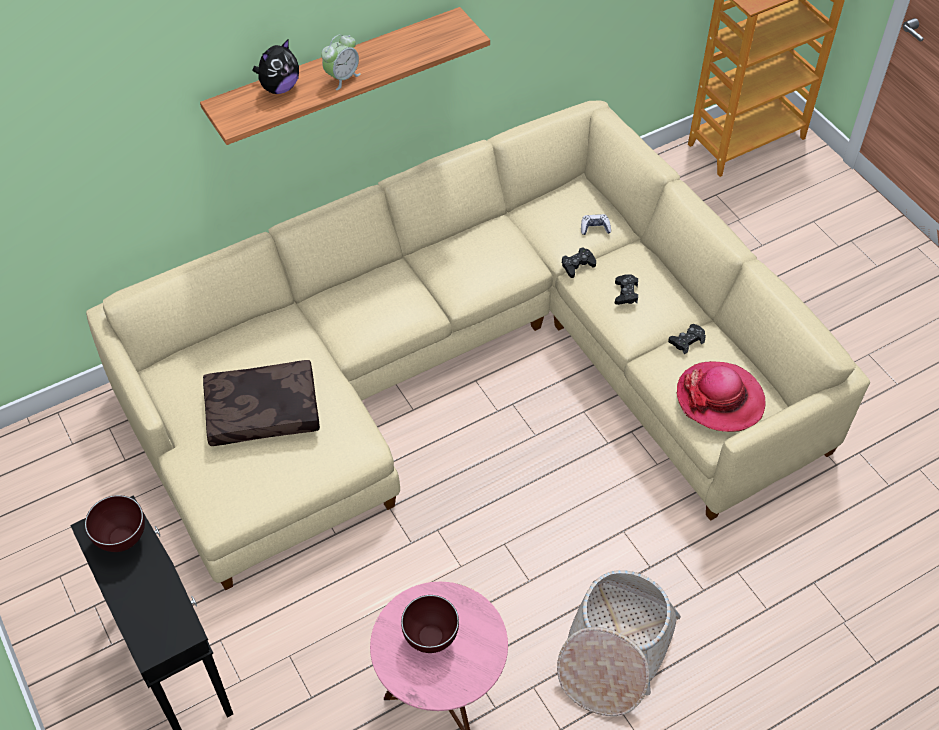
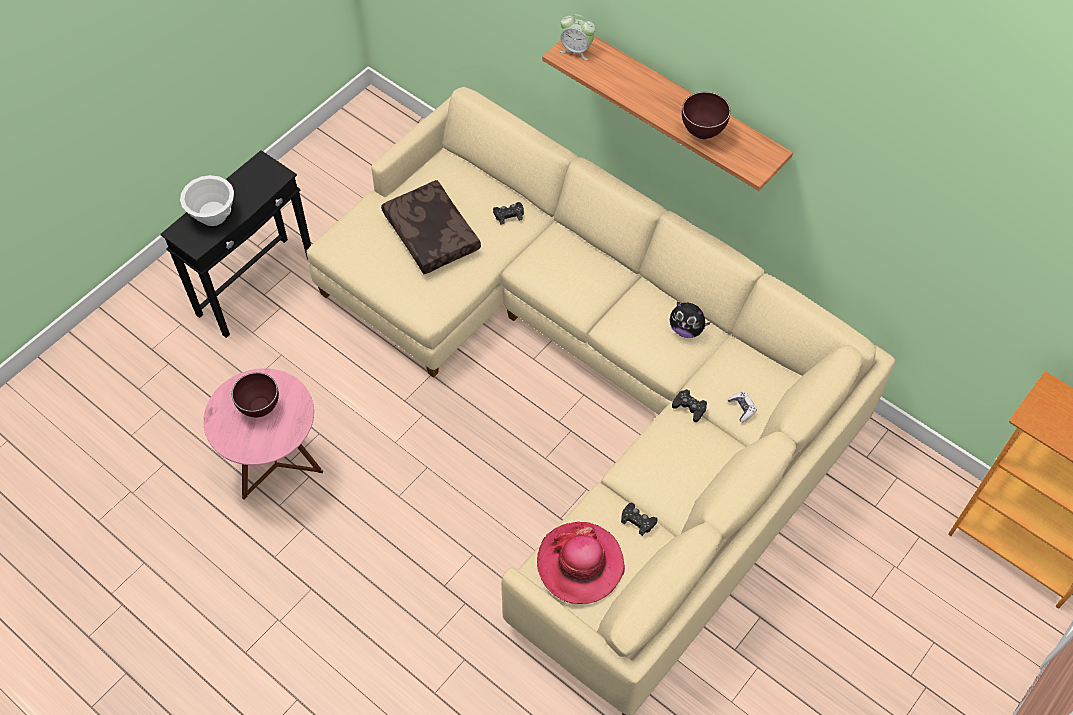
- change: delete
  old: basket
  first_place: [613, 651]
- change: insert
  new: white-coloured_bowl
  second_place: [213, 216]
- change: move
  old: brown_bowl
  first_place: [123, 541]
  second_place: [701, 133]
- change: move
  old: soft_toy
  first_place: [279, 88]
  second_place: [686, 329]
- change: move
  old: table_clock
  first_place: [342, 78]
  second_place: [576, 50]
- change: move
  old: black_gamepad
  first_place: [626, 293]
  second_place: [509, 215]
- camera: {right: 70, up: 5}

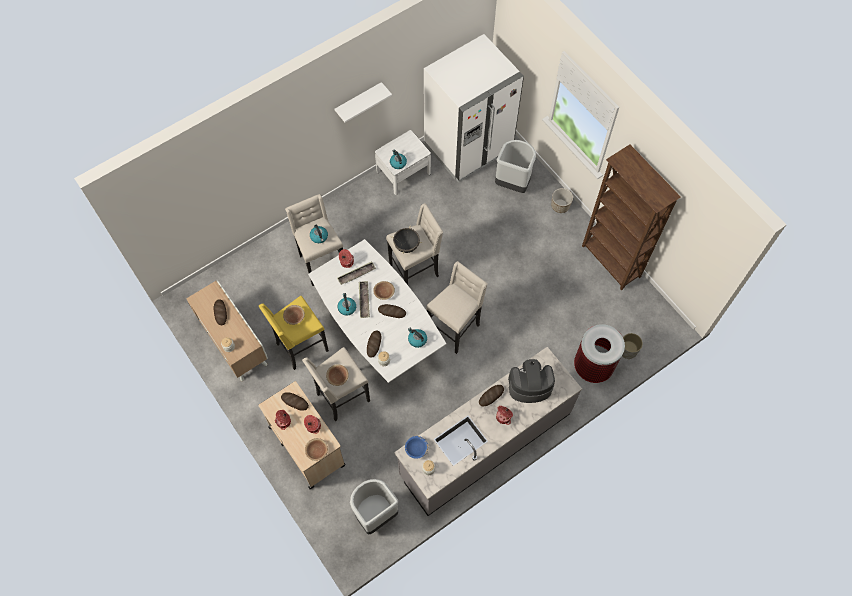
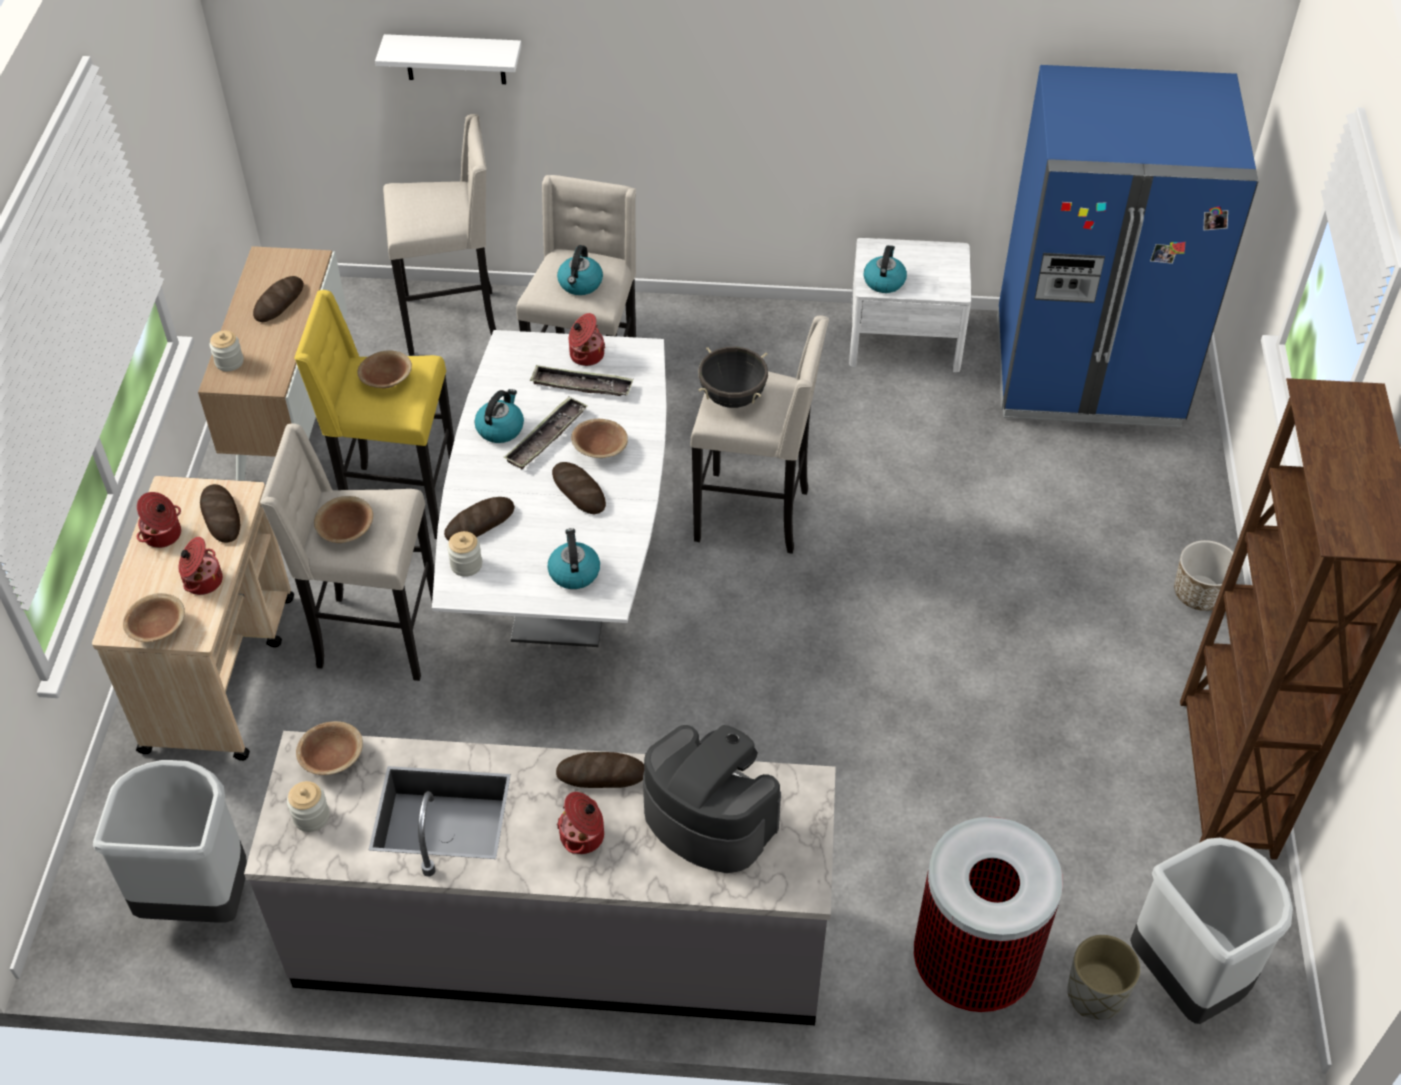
- change: move
  old: white-coloured_bracket_shelf
  first_place: [358, 101]
  second_place: [455, 59]
- change: move
  old: beige-coloured_stool
  first_place: [455, 328]
  second_place: [453, 321]
- change: move
  old: gray_rubbish_bin
  first_place: [513, 183]
  second_place: [1188, 978]
- change: recolor
  old: blue-coloured_bowl
  new: brown_bowl
  first_place: [416, 449]
  second_place: [332, 758]
- change: recolor
  old: white-coloured_fridge
  new: blue-coloured_fridge
  first_place: [468, 147]
  second_place: [1087, 373]
- camera: {right: 40, up: -15}

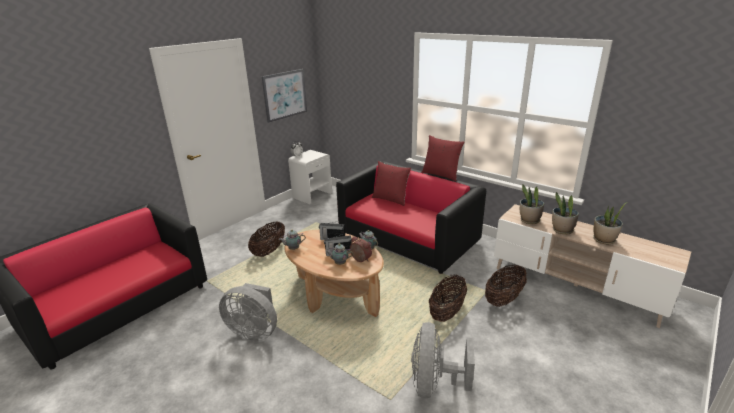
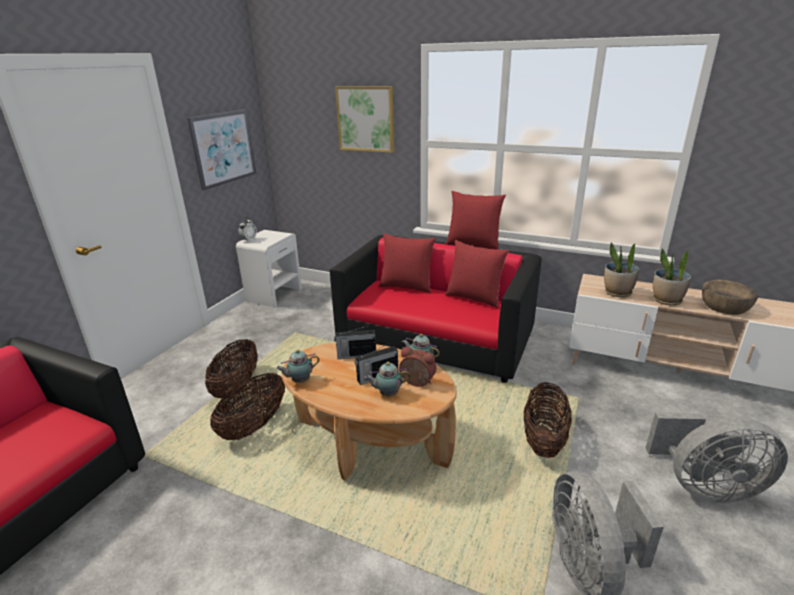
- change: insert
  new: wall_art
  second_place: [365, 119]
- change: insert
  new: red-coloured_pillow
  second_place: [474, 298]
- change: move
  old: gray_electric_fan
  first_place: [254, 331]
  second_place: [704, 487]
- change: move
  old: basket
  first_place: [503, 299]
  second_place: [254, 426]
- change: replace
  old: houseplant
  new: brown_bowl
  first_place: [604, 240]
  second_place: [724, 307]
- camera: {right: -15, up: 0}

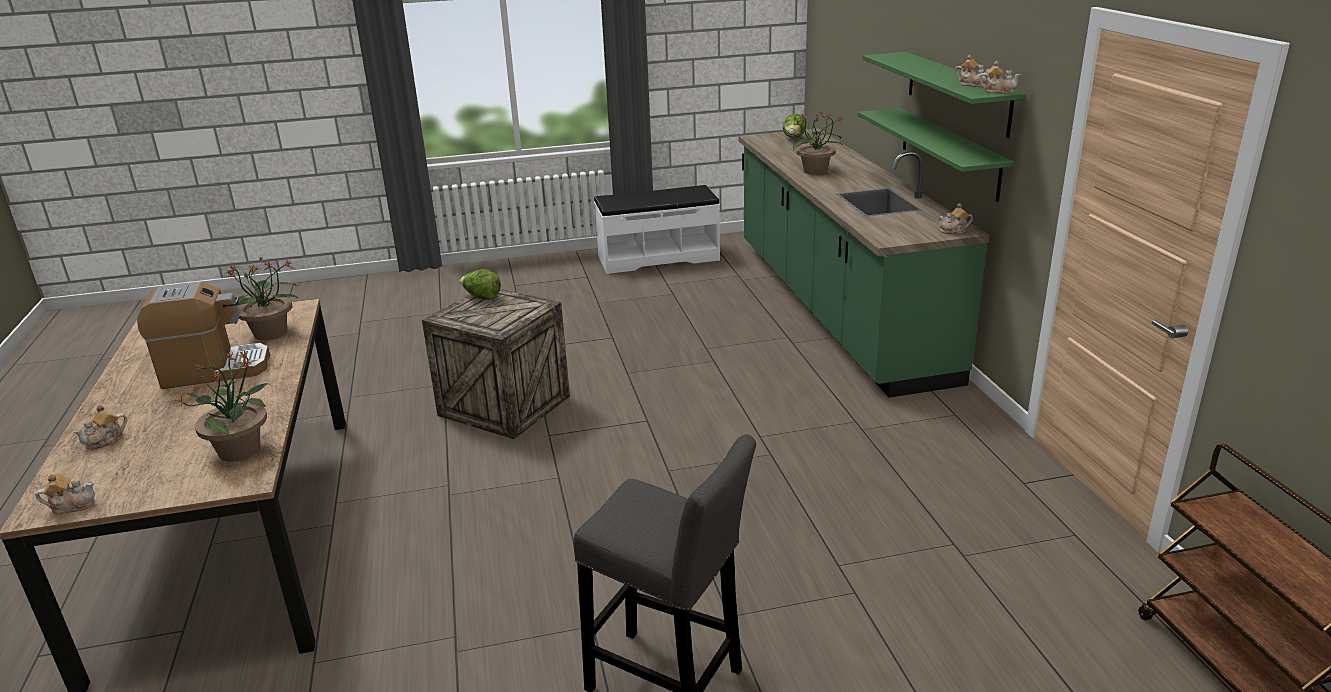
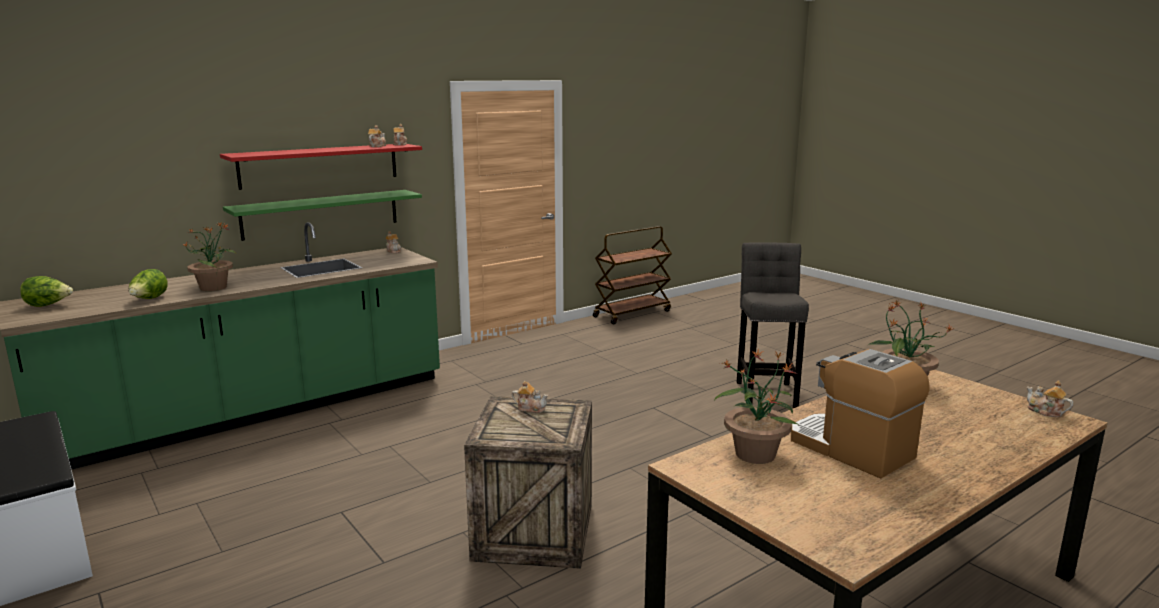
- change: move
  old: teapot
  first_place: [106, 441]
  second_place: [530, 408]
- change: move
  old: head_of_lettuce
  first_place: [481, 297]
  second_place: [149, 299]
- change: recolor
  old: greenish_bracket_shelf
  new: red-coloured_bracket_shelf
  first_place: [957, 92]
  second_place: [320, 165]
- camera: {right: -115, up: -10}

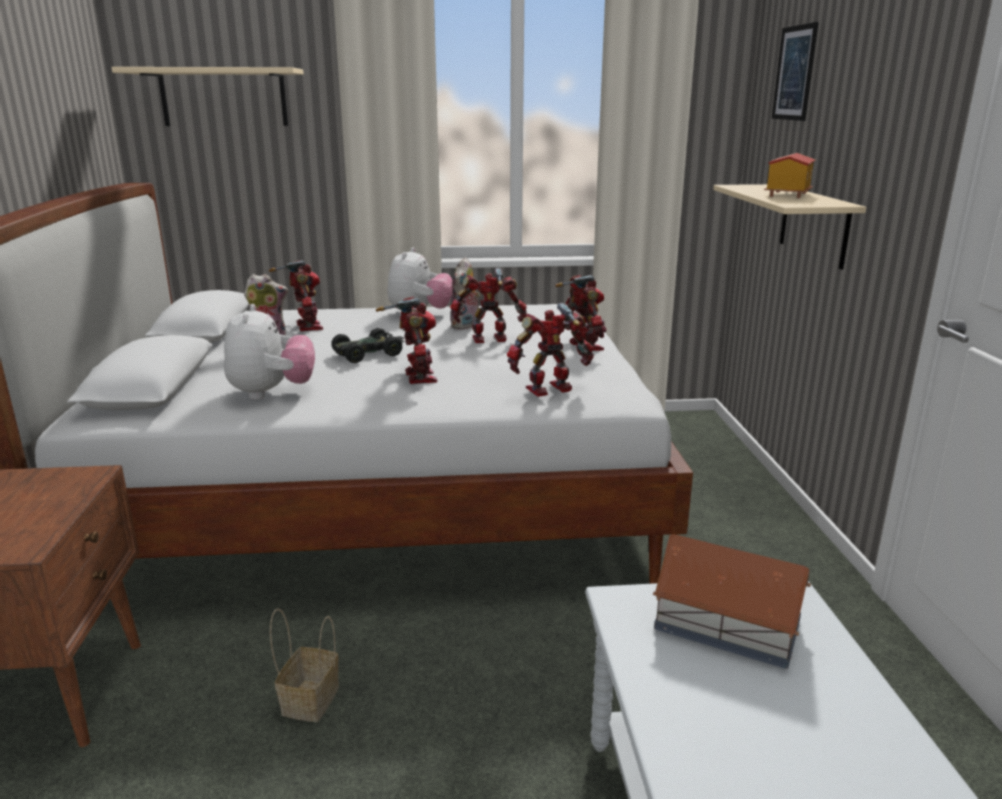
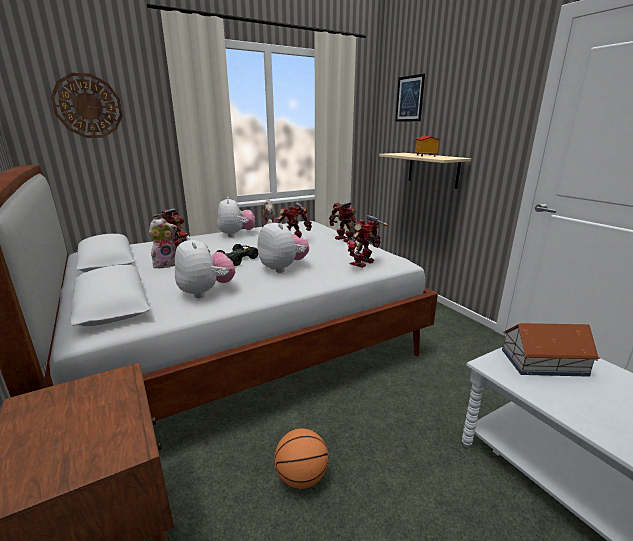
- change: replace
  old: beige-coloured_bracket_shelf
  new: wall_clock
  first_place: [224, 97]
  second_place: [88, 106]
- change: replace
  old: basket
  new: basketball_ball
  first_place: [310, 698]
  second_place: [301, 477]
- change: replace
  old: toy_robot
  new: soft_toy
  first_place: [417, 377]
  second_place: [283, 268]
- camera: {right: -25, up: 0}

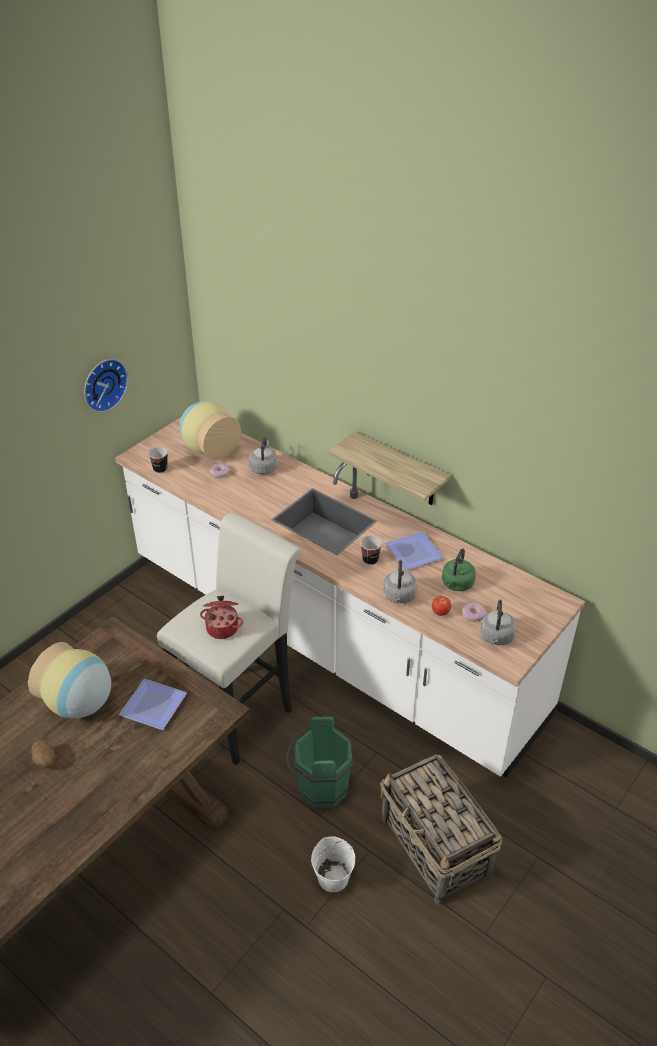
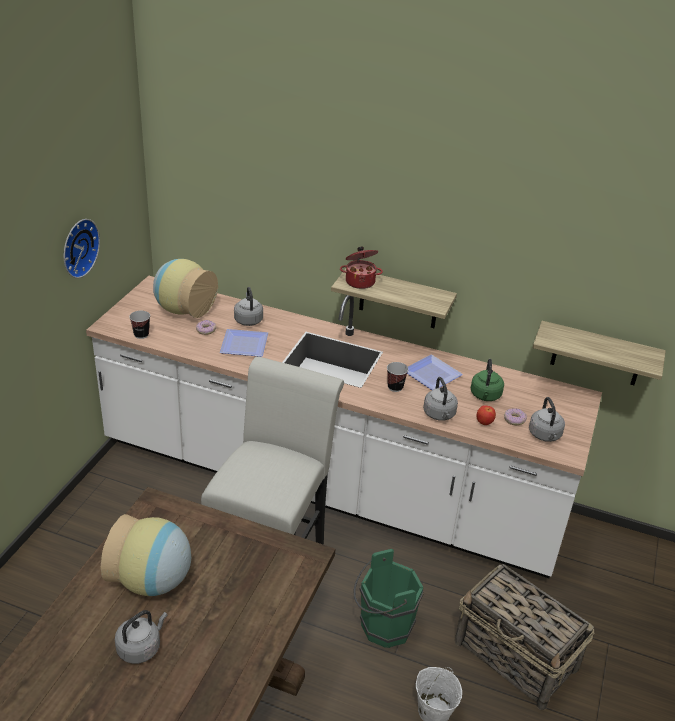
- change: insert
  new: bracket_shelf
  second_place: [597, 354]
- change: move
  old: dinner_plate
  first_place: [154, 708]
  second_place: [245, 346]
- change: move
  old: stockpot
  first_place: [222, 627]
  second_place: [360, 281]
- change: replace
  old: spud
  new: gray_water_kettle
  first_place: [45, 761]
  second_place: [141, 647]
- camera: {right: -20, up: -5}

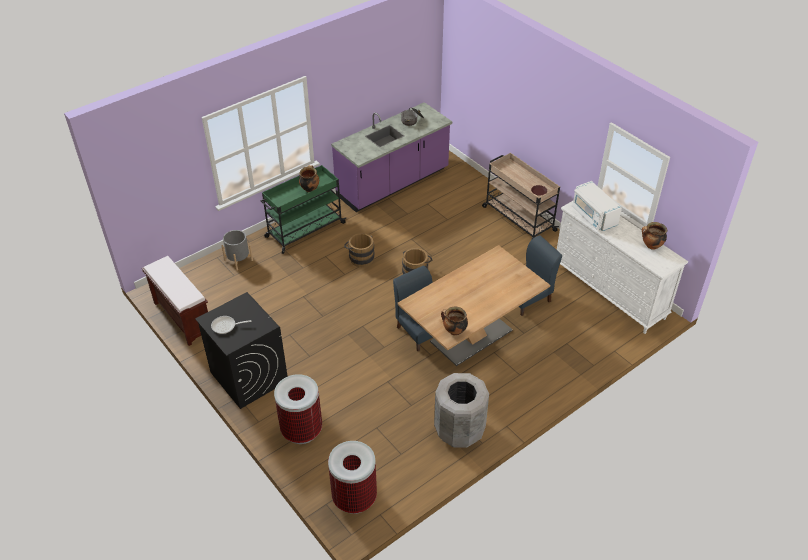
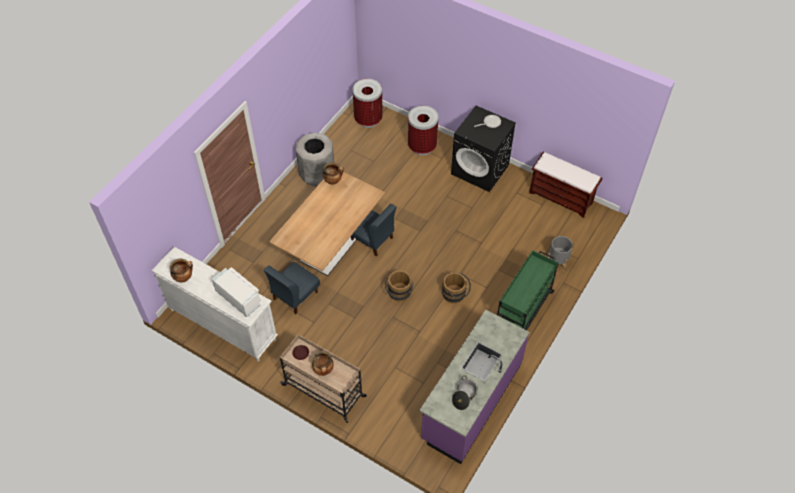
- change: move
  old: stockpot
  first_place: [309, 188]
  second_place: [323, 370]
- camera: {right: 160, up: 10}

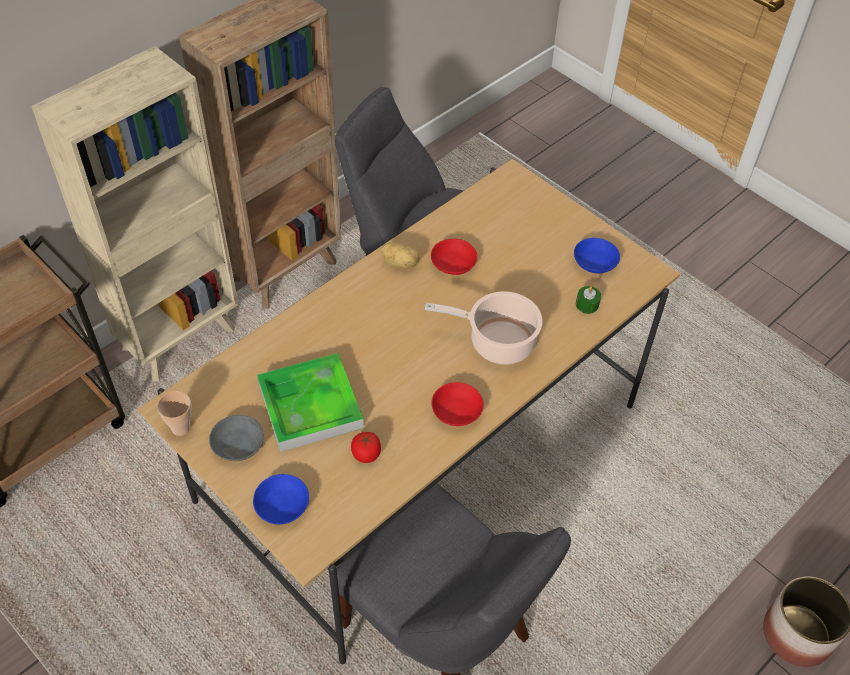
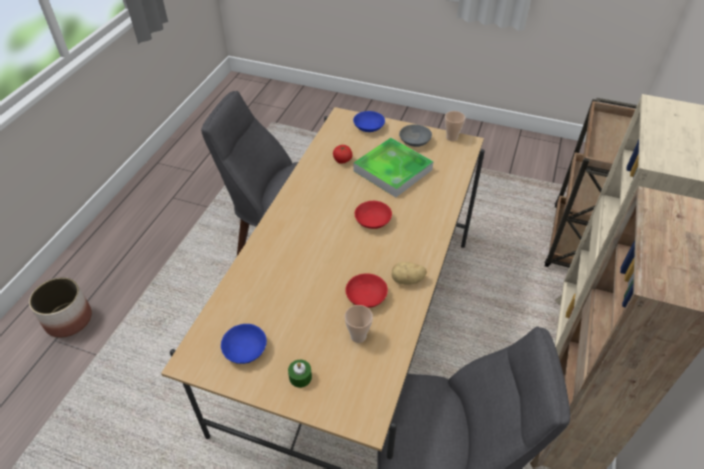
- change: delete
  old: stockpot
  first_place: [497, 342]
- change: insert
  new: small_cup
  second_place: [358, 336]
- change: move
  old: red-coloured_bowl
  first_place: [456, 412]
  second_place: [372, 220]
- change: move
  old: greenish_wax_candle
  first_place: [587, 304]
  second_place: [300, 377]
- camera: {right: 155, up: -5}

